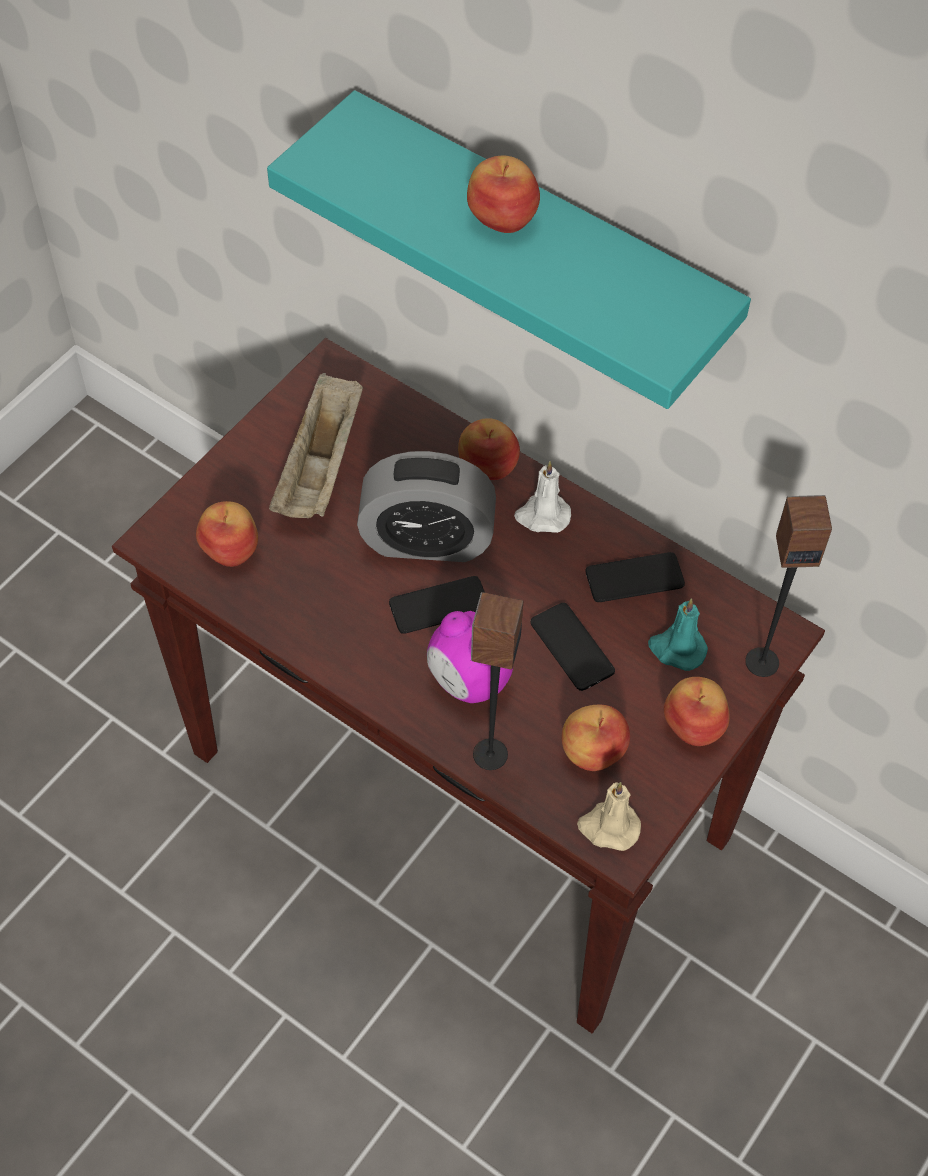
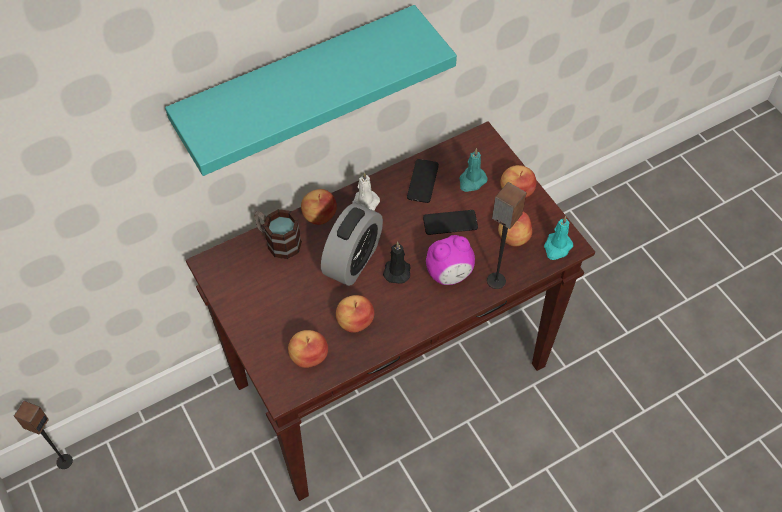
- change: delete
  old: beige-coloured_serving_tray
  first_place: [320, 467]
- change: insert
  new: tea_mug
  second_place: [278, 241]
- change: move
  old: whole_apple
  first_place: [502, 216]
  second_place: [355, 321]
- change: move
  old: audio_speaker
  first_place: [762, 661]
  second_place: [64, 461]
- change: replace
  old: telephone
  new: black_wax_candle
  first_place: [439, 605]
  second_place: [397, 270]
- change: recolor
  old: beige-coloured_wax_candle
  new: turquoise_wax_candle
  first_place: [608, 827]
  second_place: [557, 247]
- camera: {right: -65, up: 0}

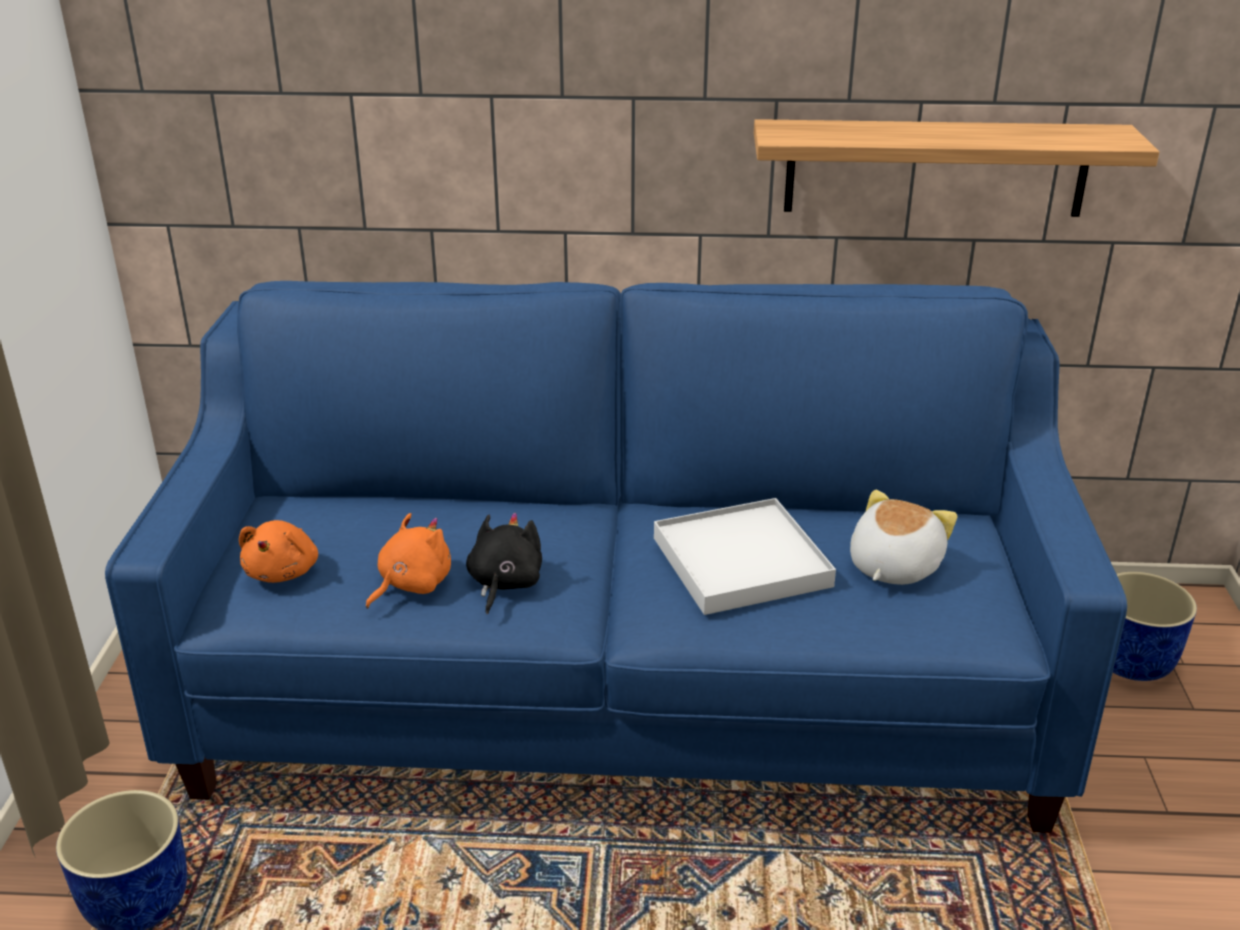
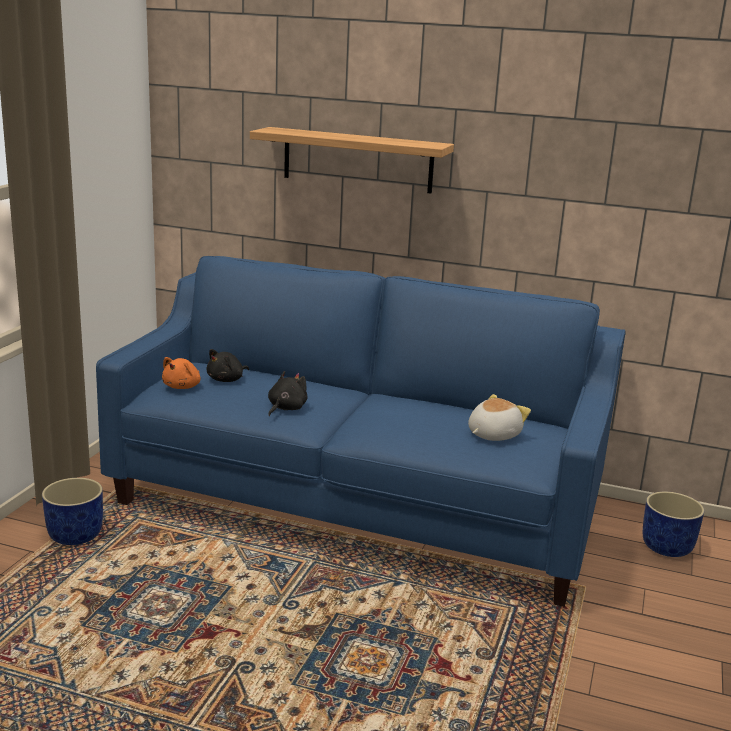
- change: delete
  old: orange_soft_toy
  first_place: [411, 585]
- change: delete
  old: white-coloured_serving_tray
  first_place: [740, 562]
- change: insert
  new: black_soft_toy
  second_place: [227, 380]
- change: move
  old: bracket_shelf
  first_place: [936, 168]
  second_place: [357, 160]
- camera: {right: 15, up: -10}

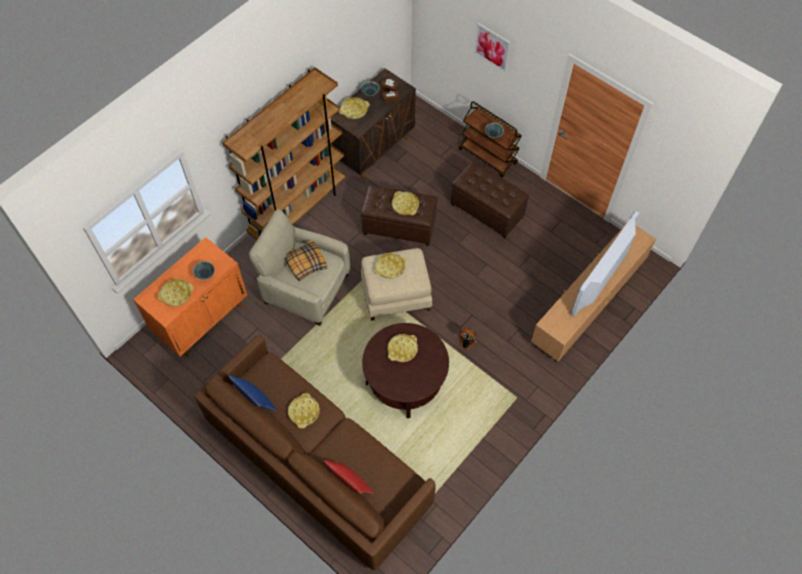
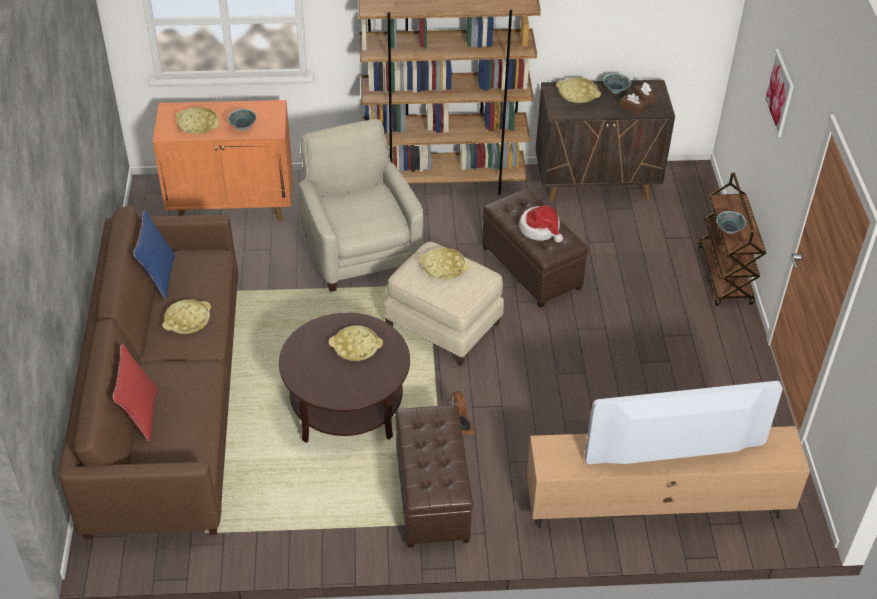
- change: delete
  old: pillow
  first_place: [305, 263]
- change: move
  old: brown_ottoman
  first_place: [487, 210]
  second_place: [432, 495]
- change: replace
  old: yellow-coloured_serving_tray
  new: clothing_hat
  first_place: [405, 205]
  second_place: [540, 229]
- camera: {right: 45, up: -15}

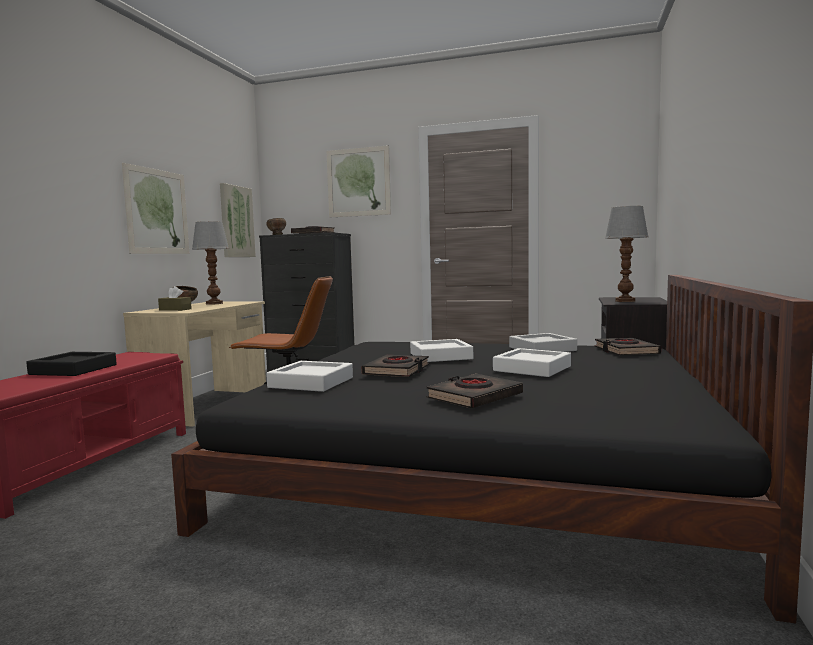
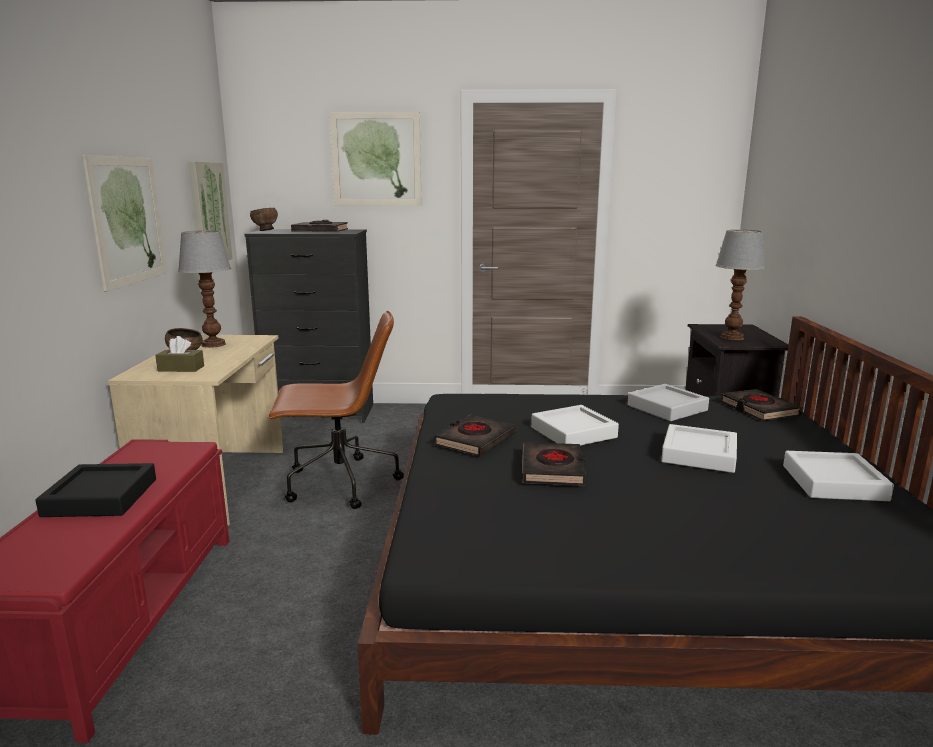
- change: move
  old: white-coloured_serving_tray
  first_place: [311, 382]
  second_place: [833, 483]
- change: move
  old: black_volume
  first_place: [474, 397]
  second_place: [475, 440]
- camera: {right: -15, up: 10}

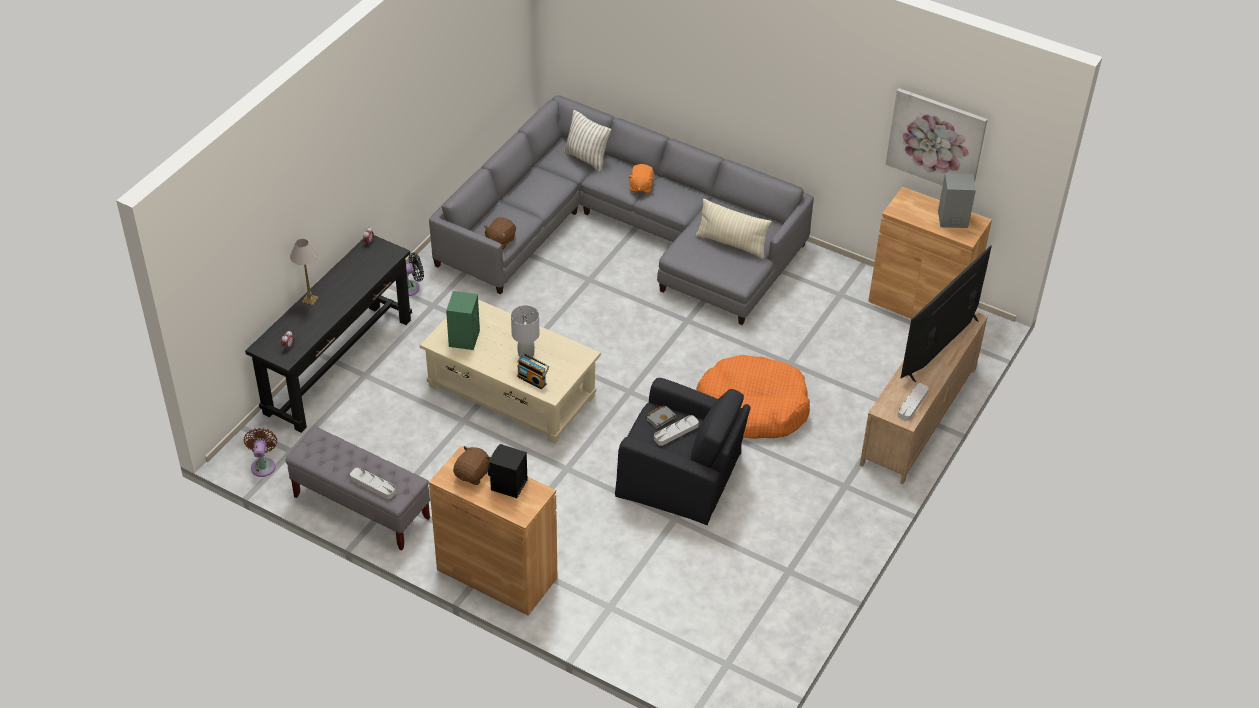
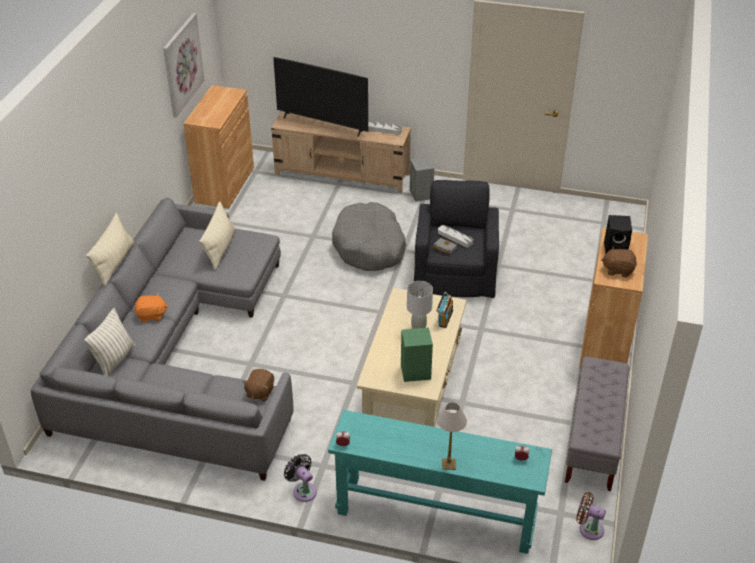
- change: delete
  old: gray_serving_tray
  first_place: [373, 485]
- change: insert
  new: beige-coloured_pillow
  second_place: [114, 263]
- change: move
  old: gray_audio_speaker
  first_place: [952, 219]
  second_place: [421, 194]
- change: recolor
  old: black_narrow_table
  new: turquoise_narrow_table
  first_place: [339, 366]
  second_place: [436, 513]
- change: recolor
  old: orange_pet_bed
  new: gray_pet_bed
  first_place: [752, 408]
  second_place: [369, 247]
- change: rotate
  old: brown_electric_fan
  first_place: [263, 465]
  second_place: [588, 528]
  degrees: 45
- change: rotate
  old: brown_soft_toy
  first_place: [500, 240]
  second_place: [259, 392]
  degrees: 90
- camera: {right: -105, up: -5}

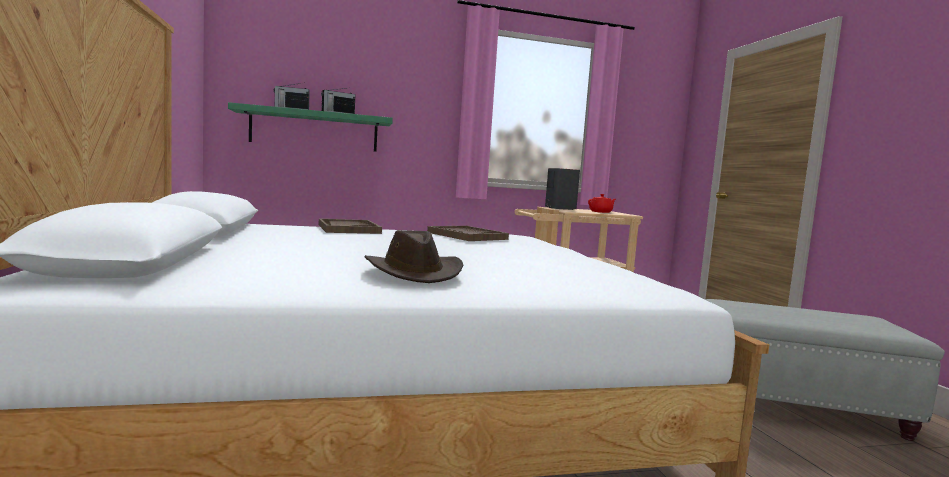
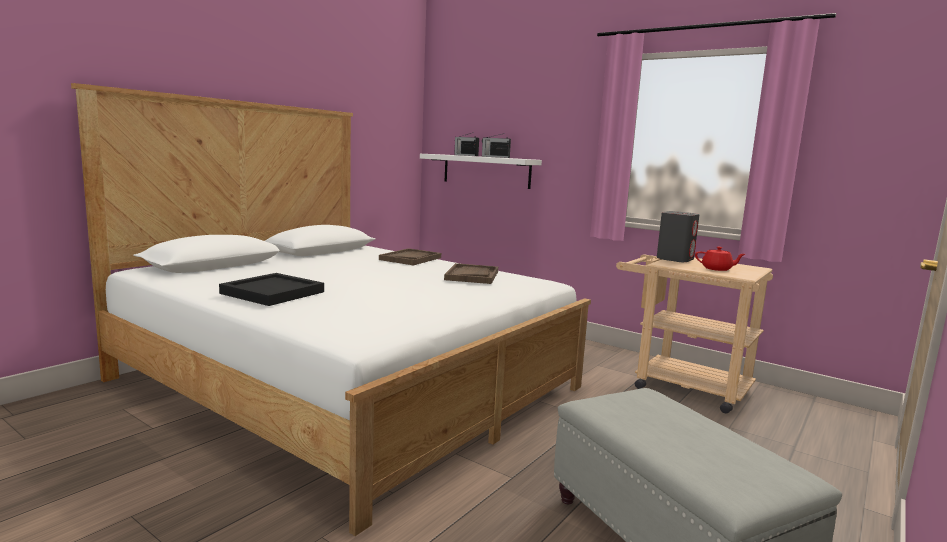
- change: replace
  old: brown_clothing_hat
  new: black_serving_tray
  first_place: [414, 273]
  second_place: [274, 292]
- change: recolor
  old: greenish_bracket_shelf
  new: white-coloured_bracket_shelf
  first_place: [314, 130]
  second_place: [486, 171]
- camera: {right: 50, up: 5}

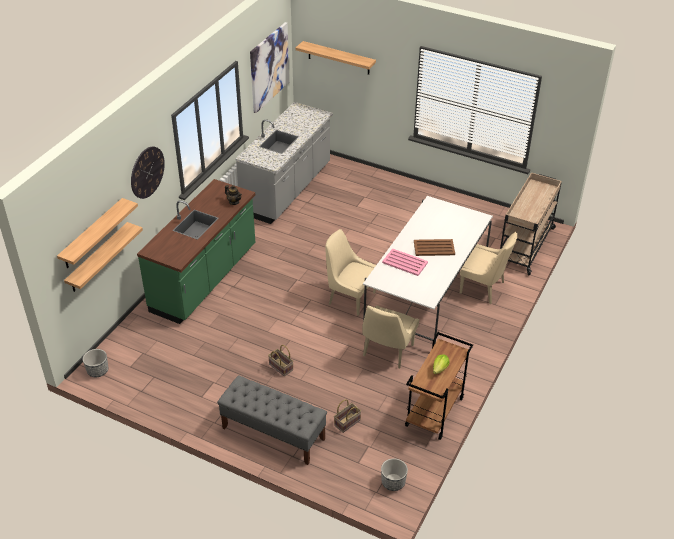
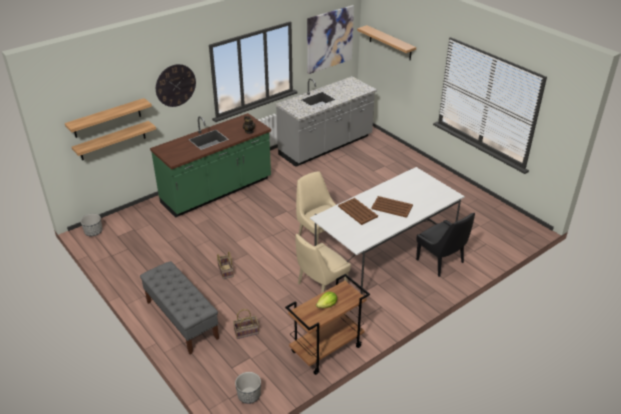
- change: delete
  old: beige-coloured_cart
  first_place: [525, 245]
- change: recolor
  old: pink-coloured_serving_tray
  new: brown_serving_tray
  first_place: [404, 262]
  second_place: [357, 211]
- change: recolor
  old: beige-coloured_upright_chair
  new: black_upright_chair
  first_place: [483, 288]
  second_place: [441, 262]
- camera: {right: 25, up: -5}

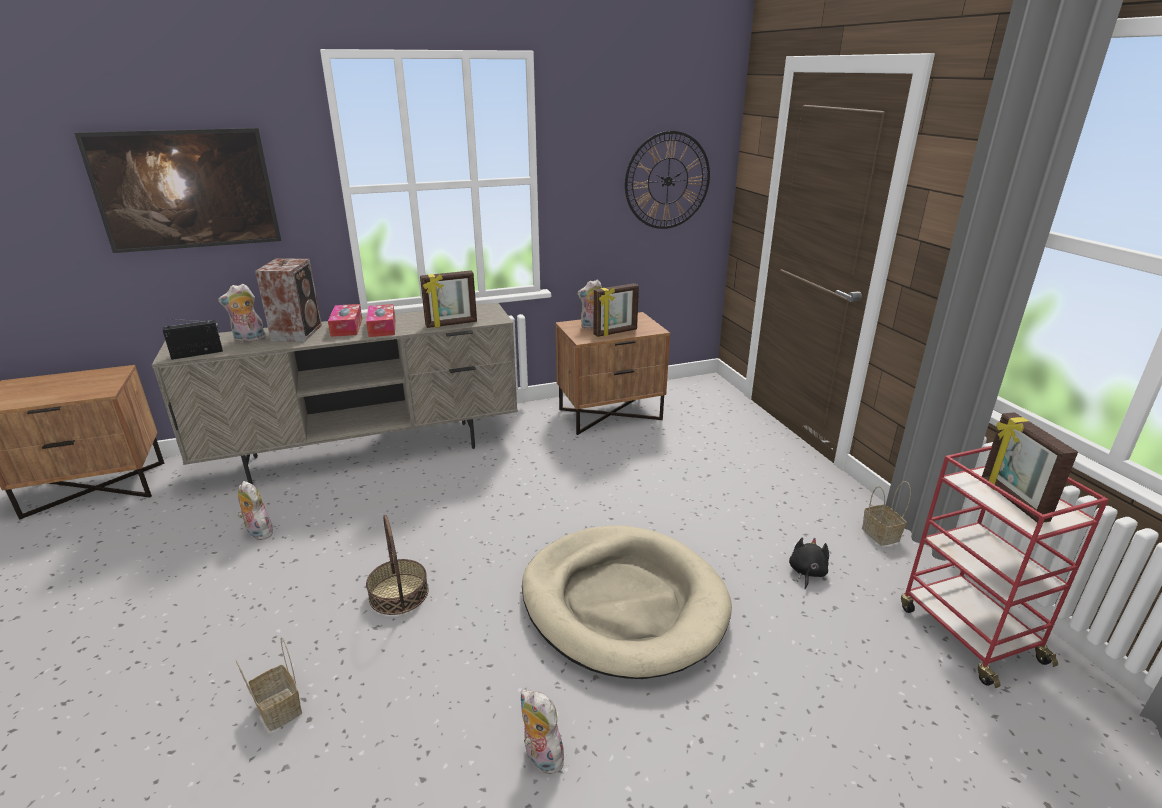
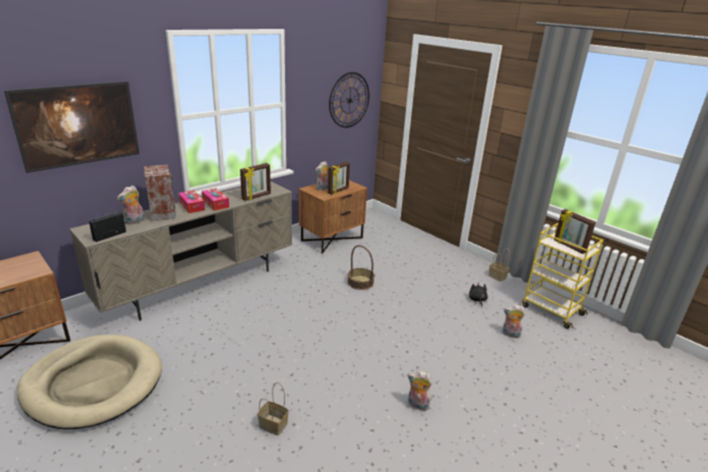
- change: move
  old: soft_toy
  first_place: [257, 532]
  second_place: [510, 334]
- change: move
  old: basket
  first_place: [399, 594]
  second_place: [360, 282]
- change: move
  old: beige-coloured_pet_bed
  first_place: [623, 603]
  second_place: [93, 383]
- change: recolor
  old: red-coloured_cart
  new: yellow-coloured_cart
  first_place: [968, 632]
  second_place: [551, 310]
- camera: {right: -25, up: 0}

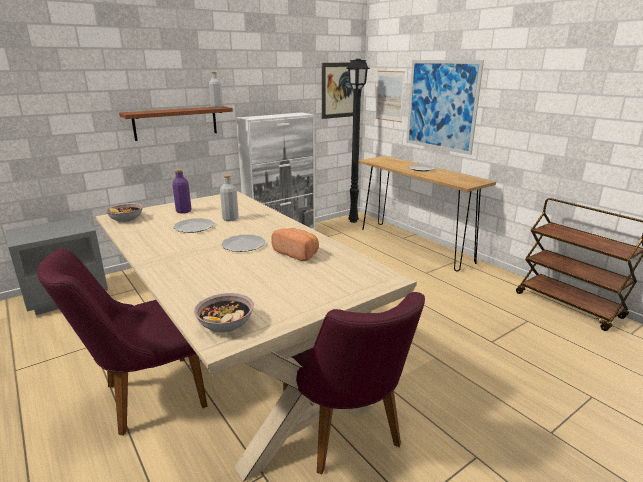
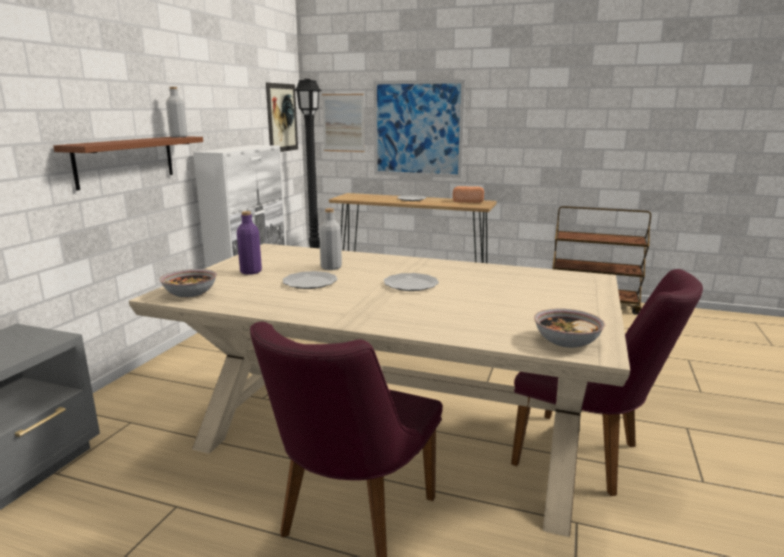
- change: move
  old: bread
  first_place: [297, 253]
  second_place: [467, 201]
- camera: {right: -35, up: -5}

